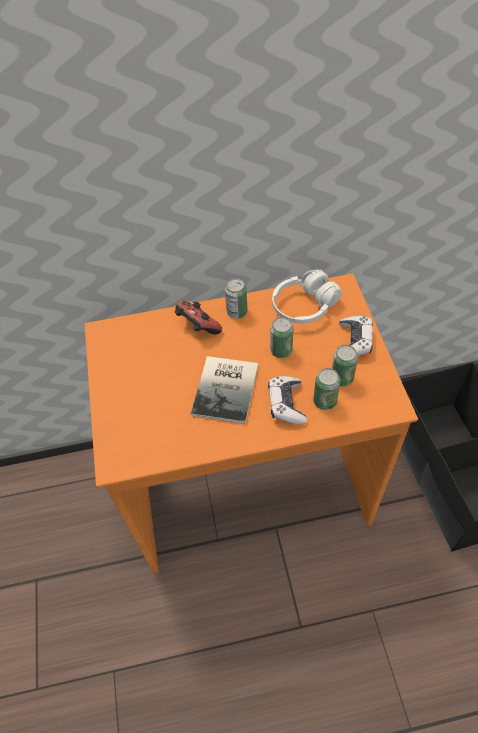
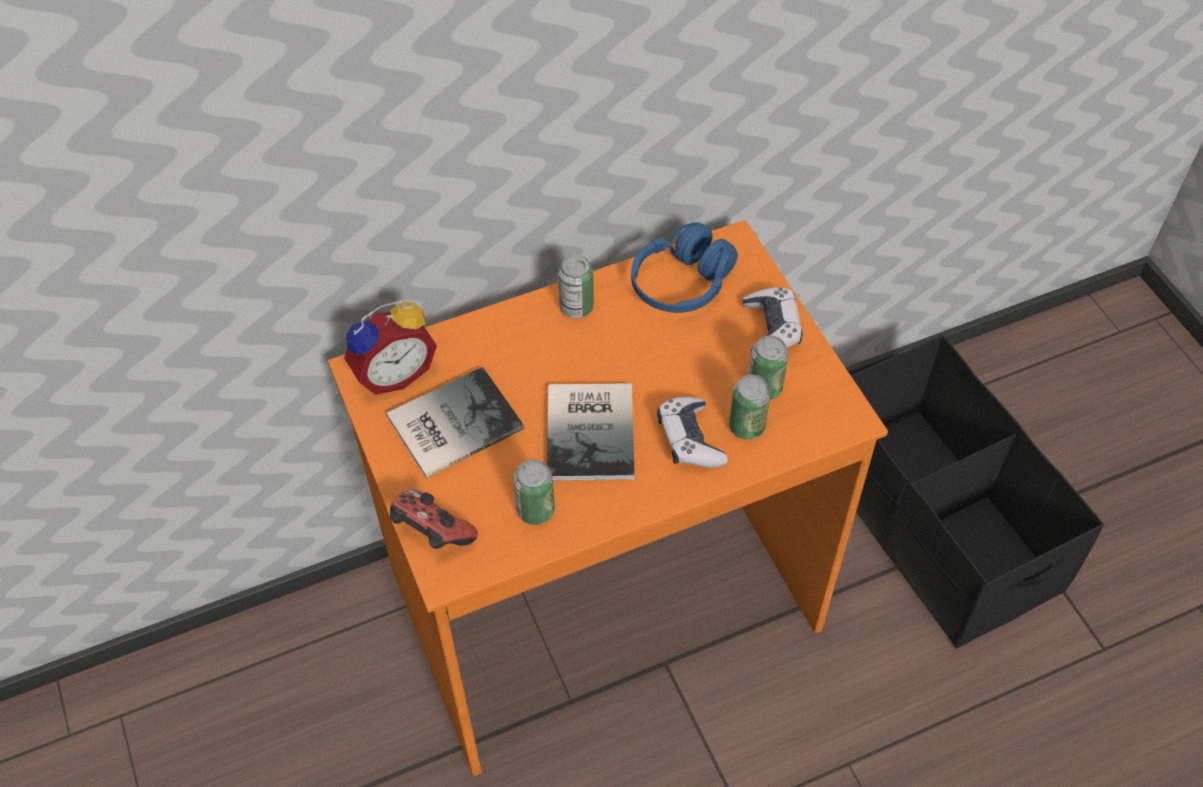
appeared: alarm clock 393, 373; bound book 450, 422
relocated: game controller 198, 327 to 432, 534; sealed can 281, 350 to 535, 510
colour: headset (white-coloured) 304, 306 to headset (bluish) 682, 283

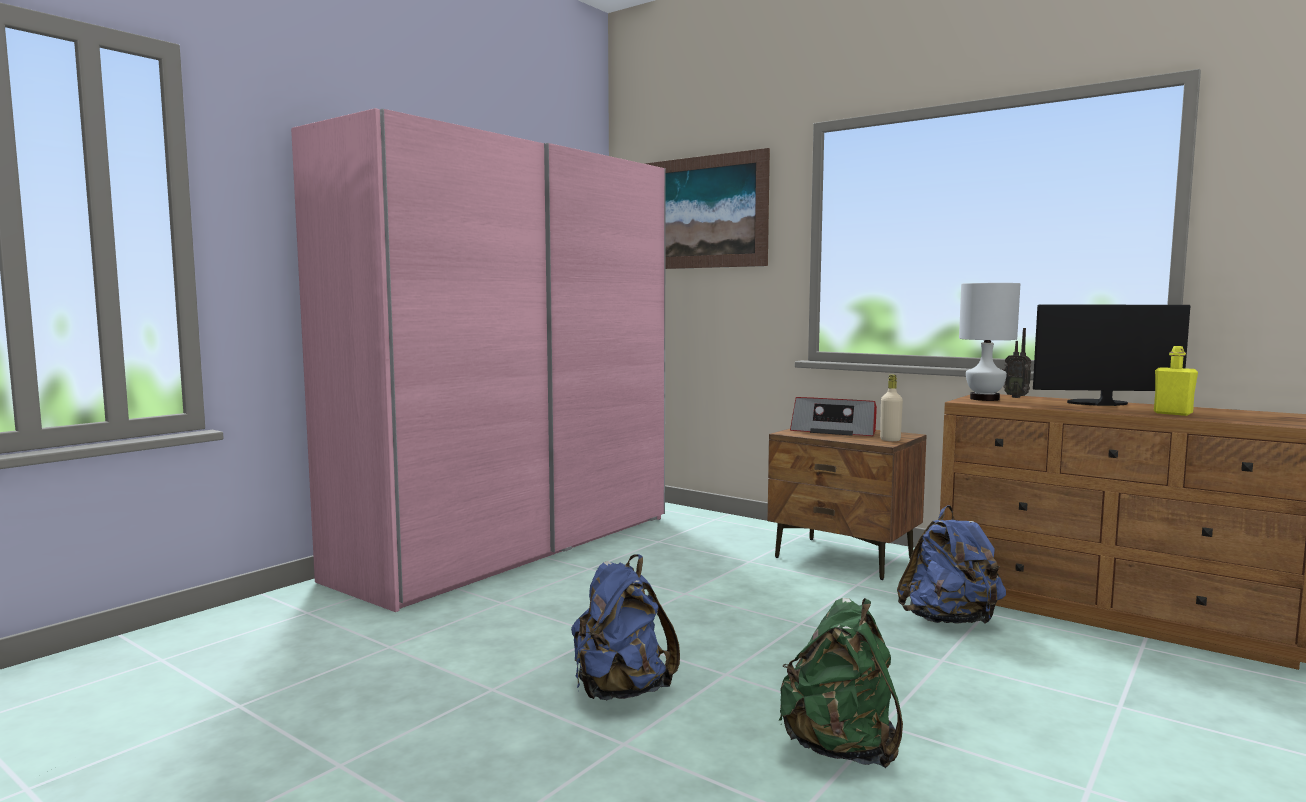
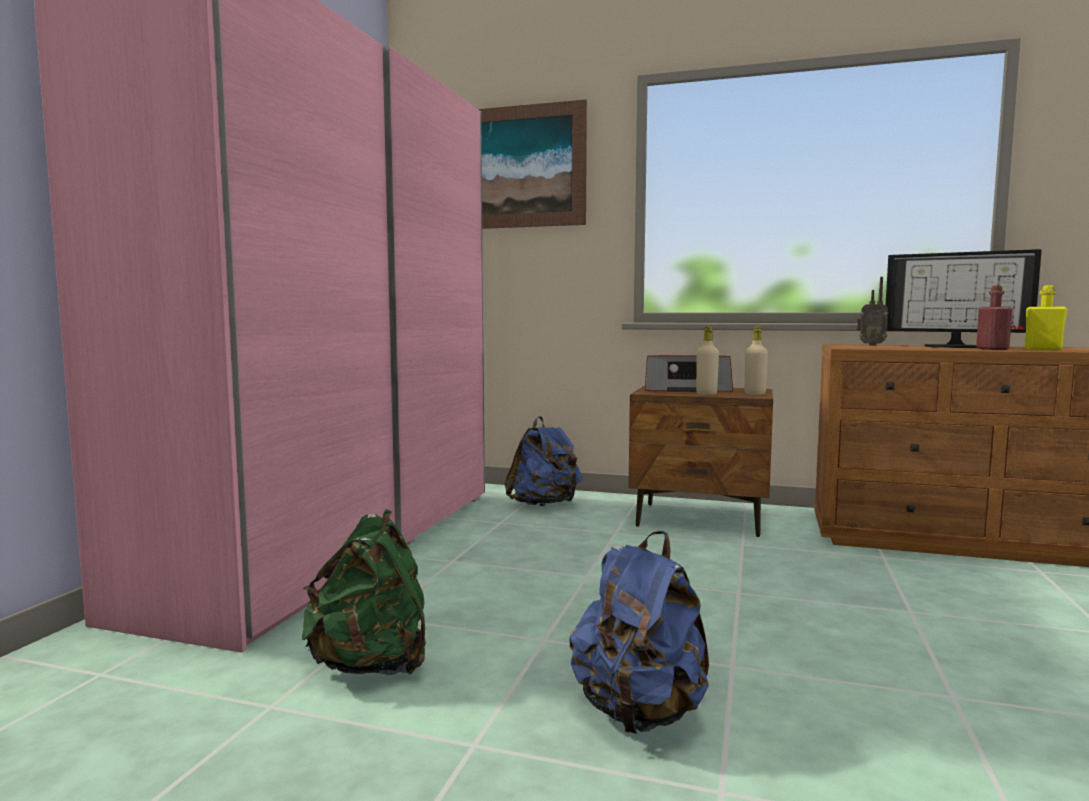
missing: lamp for a table (white-coloured) 984, 399
appeared: drink bottle (reddish) 992, 349; drink bottle (sand-coloured) 706, 394
relocated: backpack (bluish) 950, 621 to 544, 504; backpack (greenish) 841, 749 to 372, 665
spun: monitor 1098, 404 = 956, 346 135 degrees counterclockwise

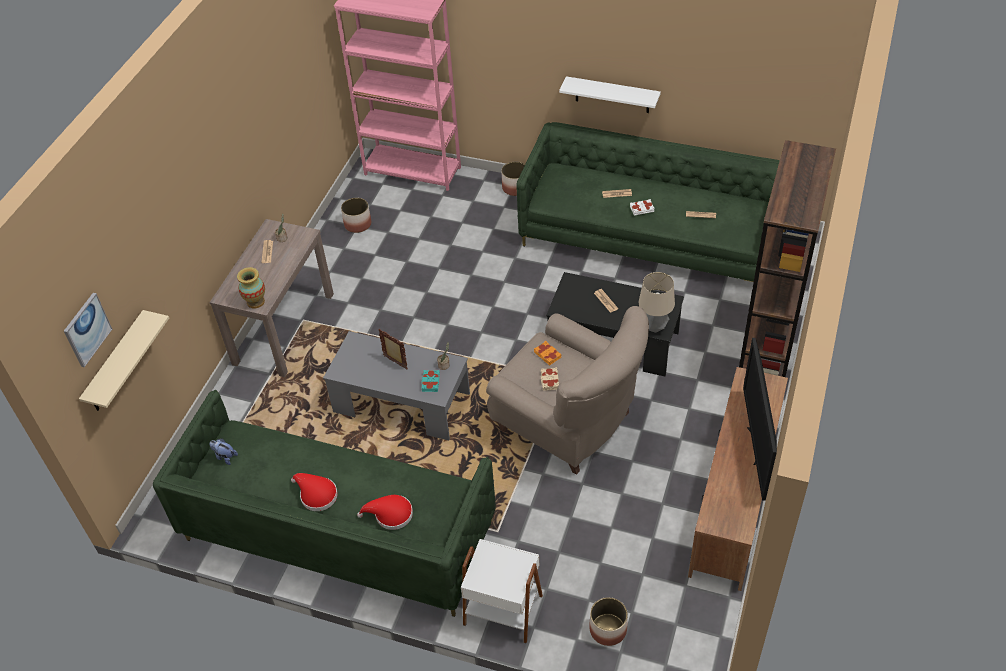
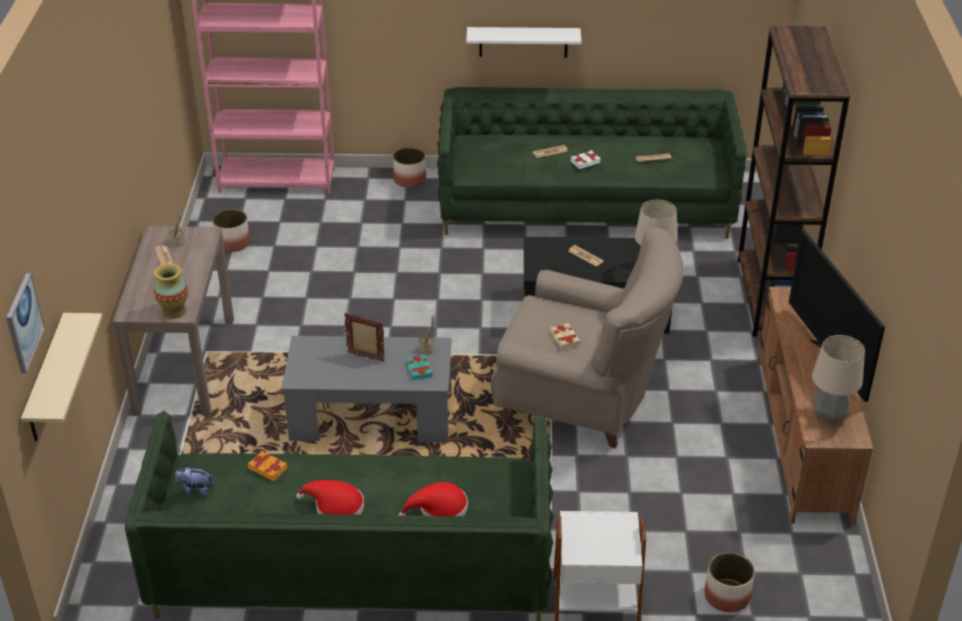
appeared: lamp for a table 829, 416
relocated: bound book (orange-coloured) 547, 354 to 268, 468

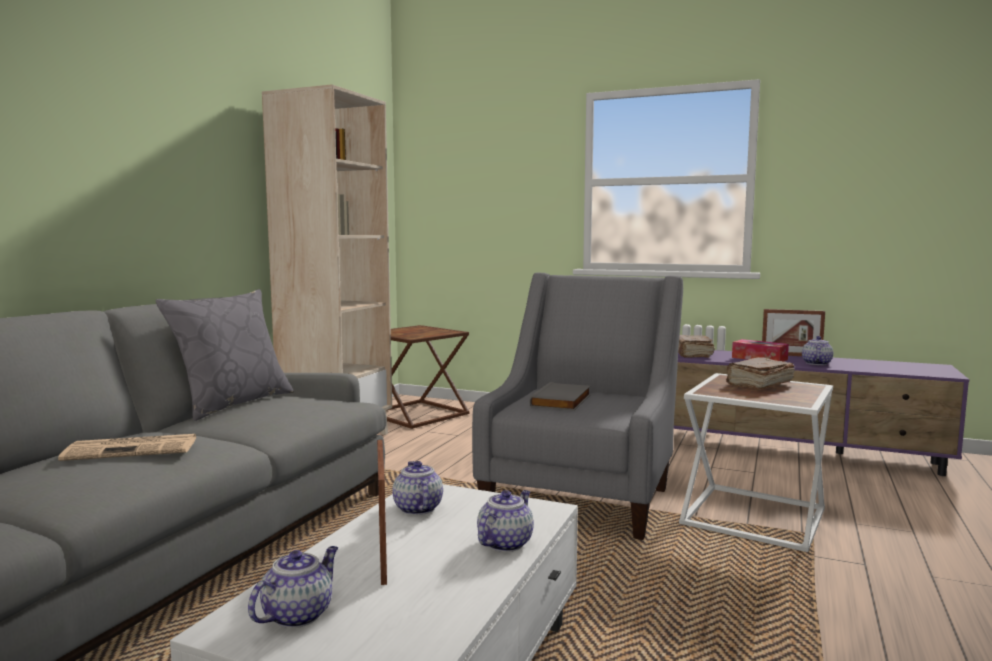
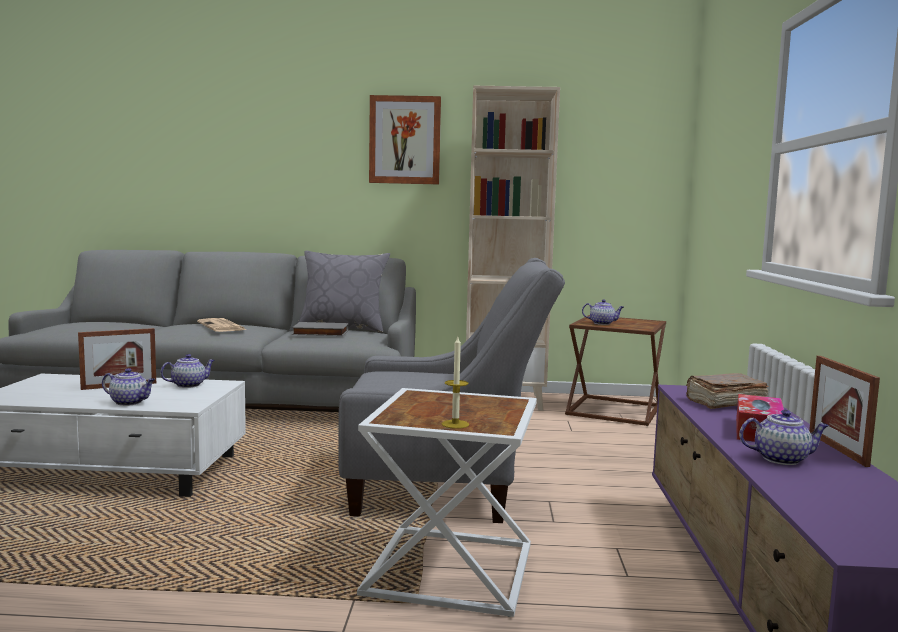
missing: bound book (brownish) 758, 384
appeared: wall art 405, 140; wax candle 455, 424
relocated: bound book (greyish) 562, 401 to 319, 333; teapot 298, 614 to 602, 323

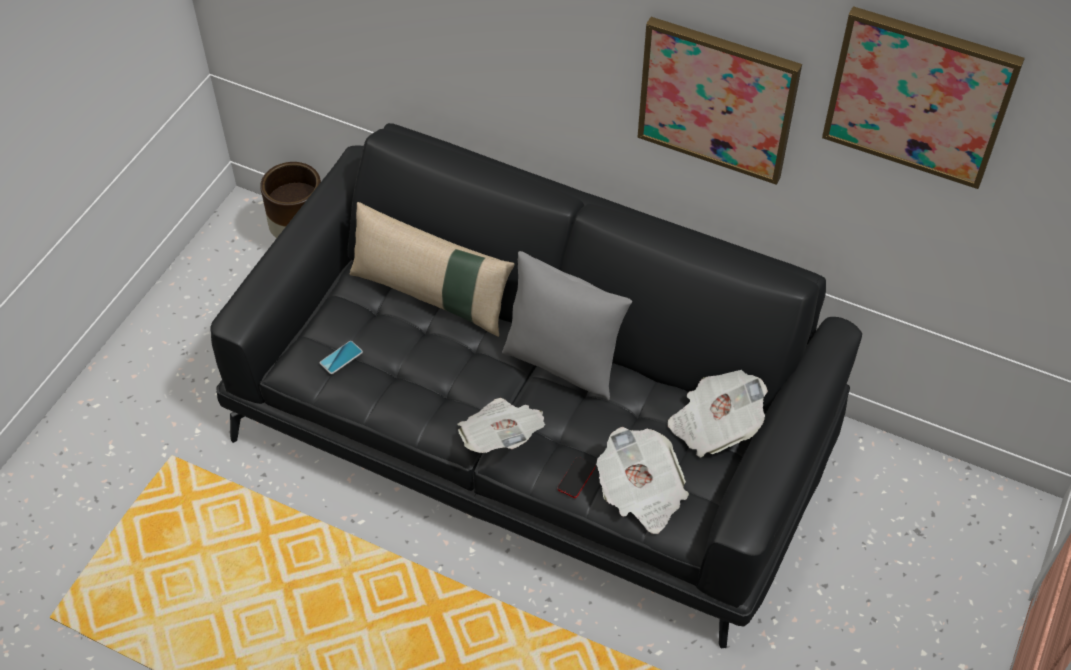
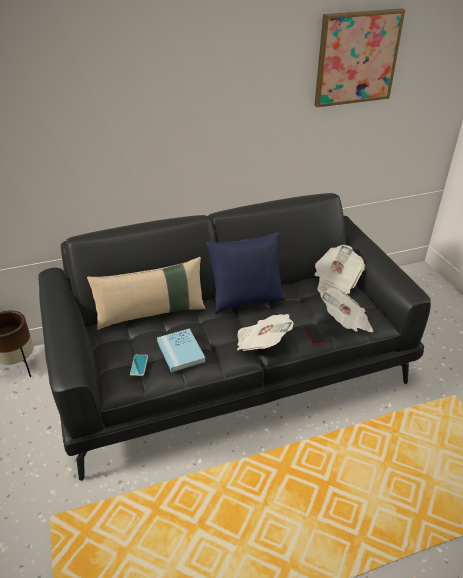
missing: wall art 717, 99
appeared: bound book (bluish) 181, 352
colour: throw pillow (greyish) 563, 362 to throw pillow (bluish) 245, 300

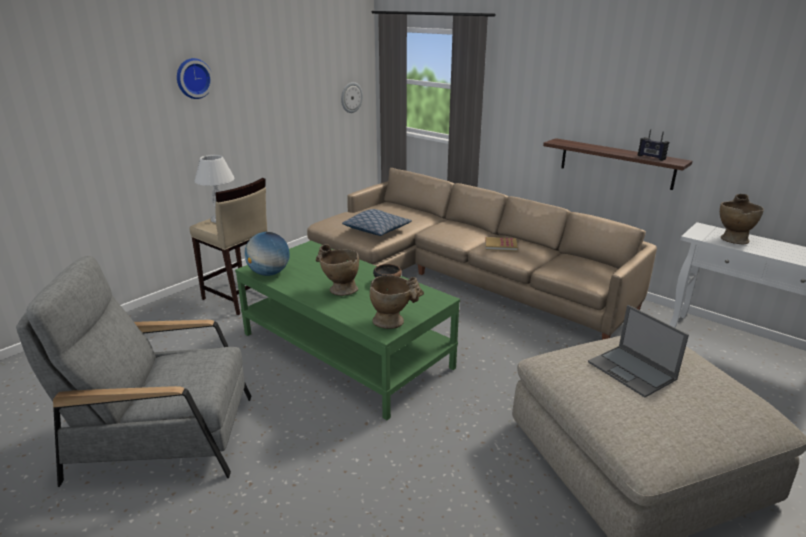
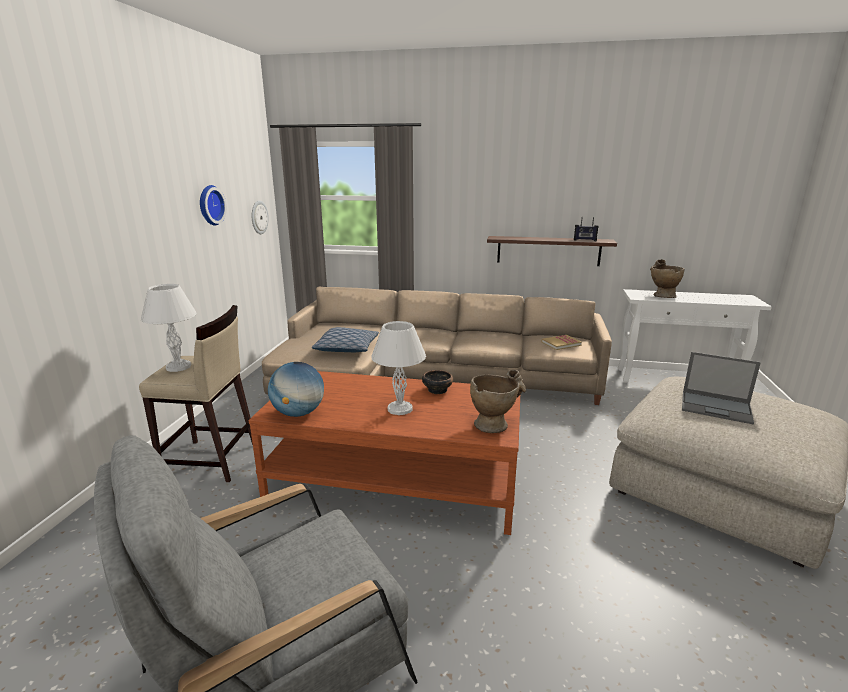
relocated: clock on the wall 193, 78 to 209, 205; bound book 500, 245 to 561, 343
exchanged: decorative vase (sand-coloured) 338, 289 to lamp for a table (white-coloured) 399, 409
colour: low table (greenish) 345, 350 to low table (brownish) 396, 480

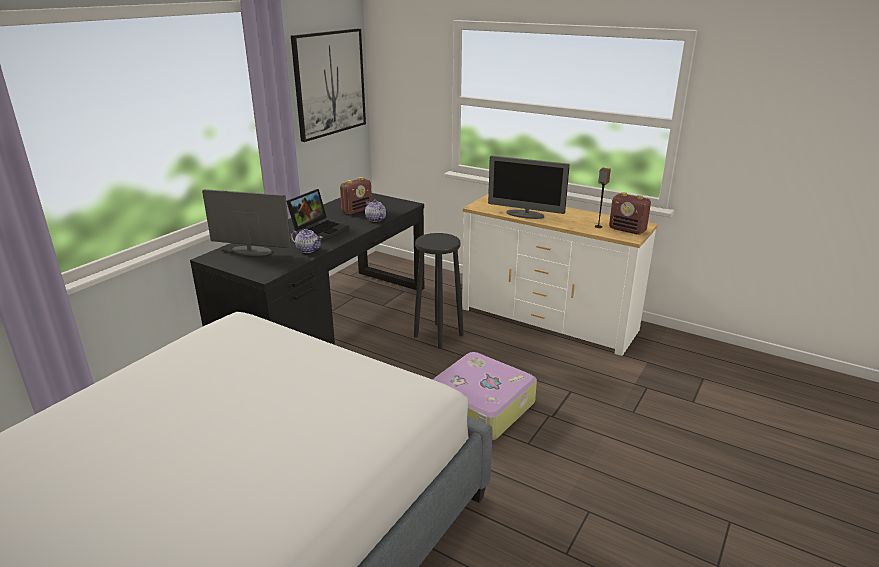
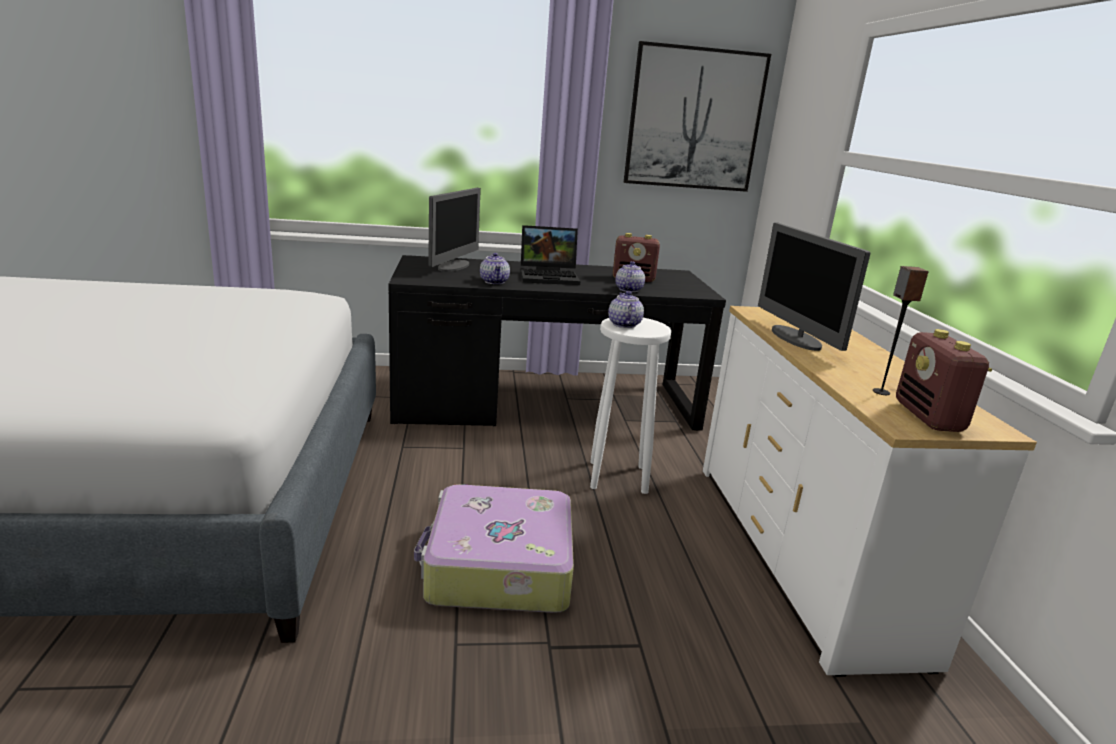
appeared: teapot 623, 324
colour: sitting stool (black) 438, 336 to sitting stool (white-coloured) 617, 476
spun: monitor 251, 251 = 454, 266 45 degrees clockwise

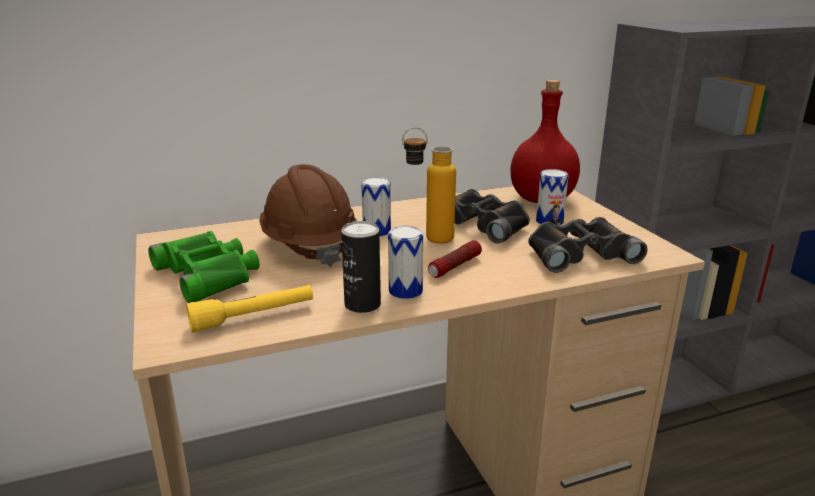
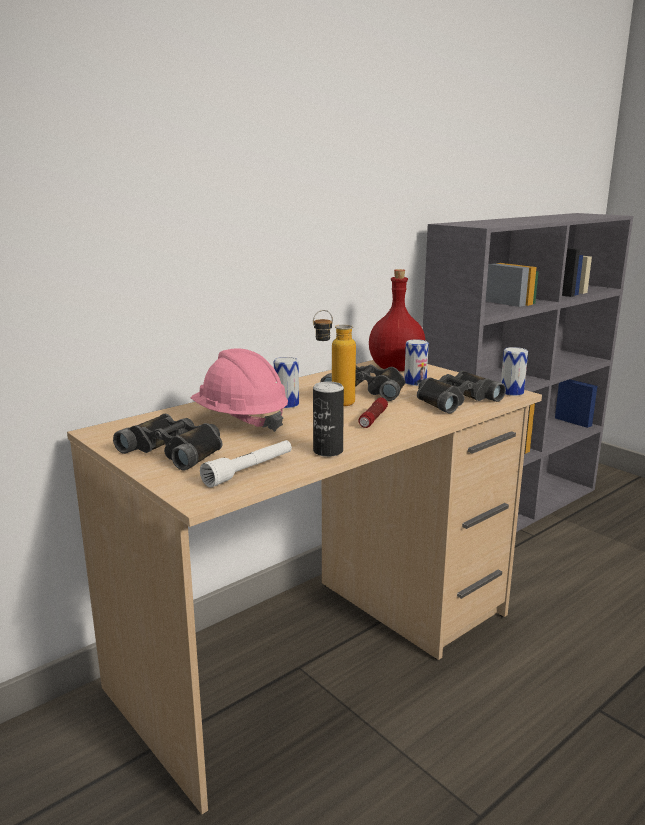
relocated: sealed can 405, 291 to 512, 392
colour: safety helmet (brownish) 309, 246 to safety helmet (pink) 240, 420; pair of binoculars (greenish) 208, 274 to pair of binoculars (black) 175, 450; torch (yellowish) 253, 317 to torch (white-coloured) 249, 471

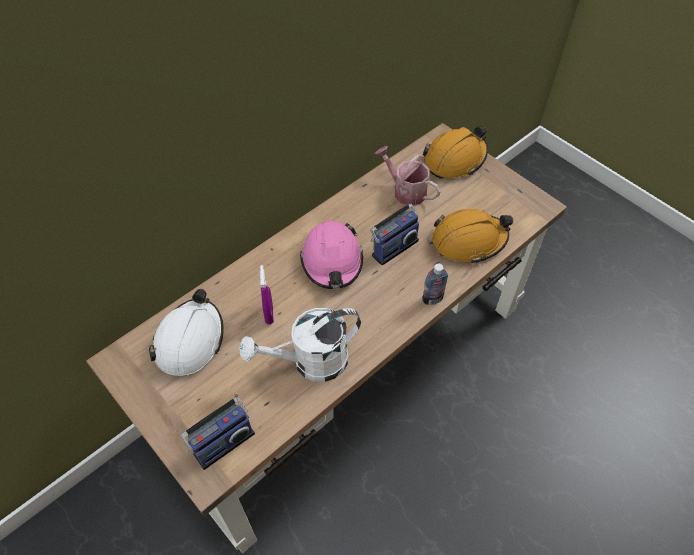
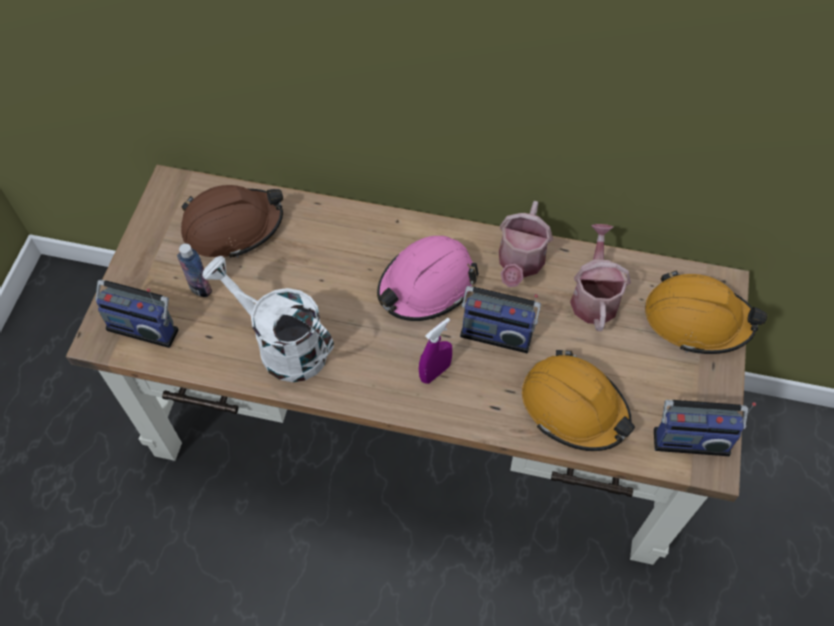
appeared: watering can 519, 264; radio set 690, 438
relocated: drink bottle 432, 299 to 200, 288; sprayer (purple) 269, 314 to 435, 372
colour: safety helmet (white-coloured) 189, 341 to safety helmet (brownish) 233, 227

